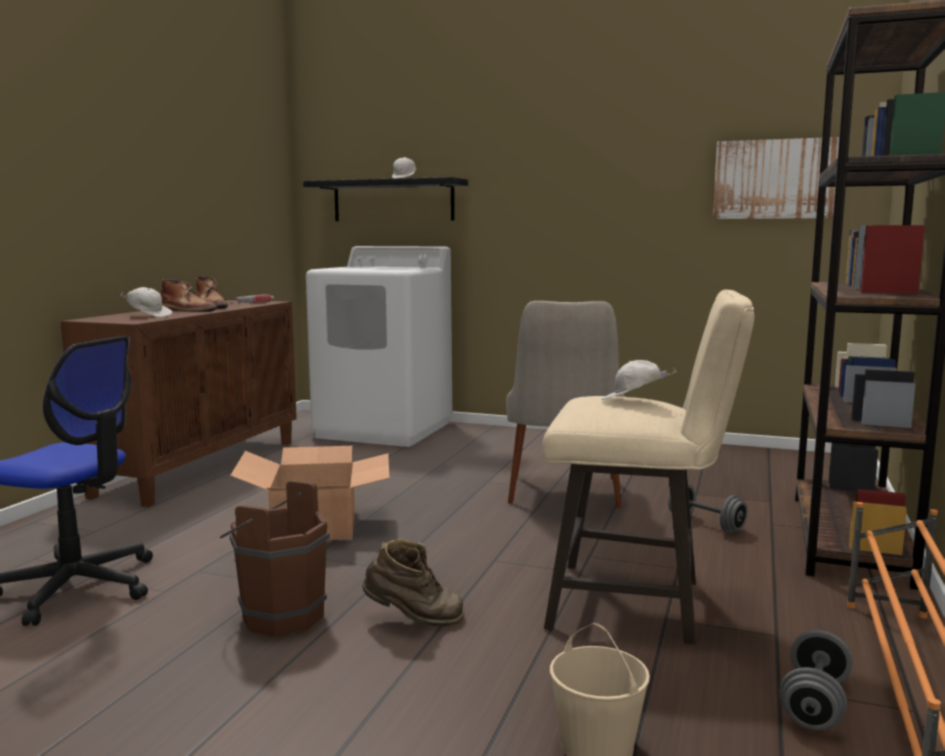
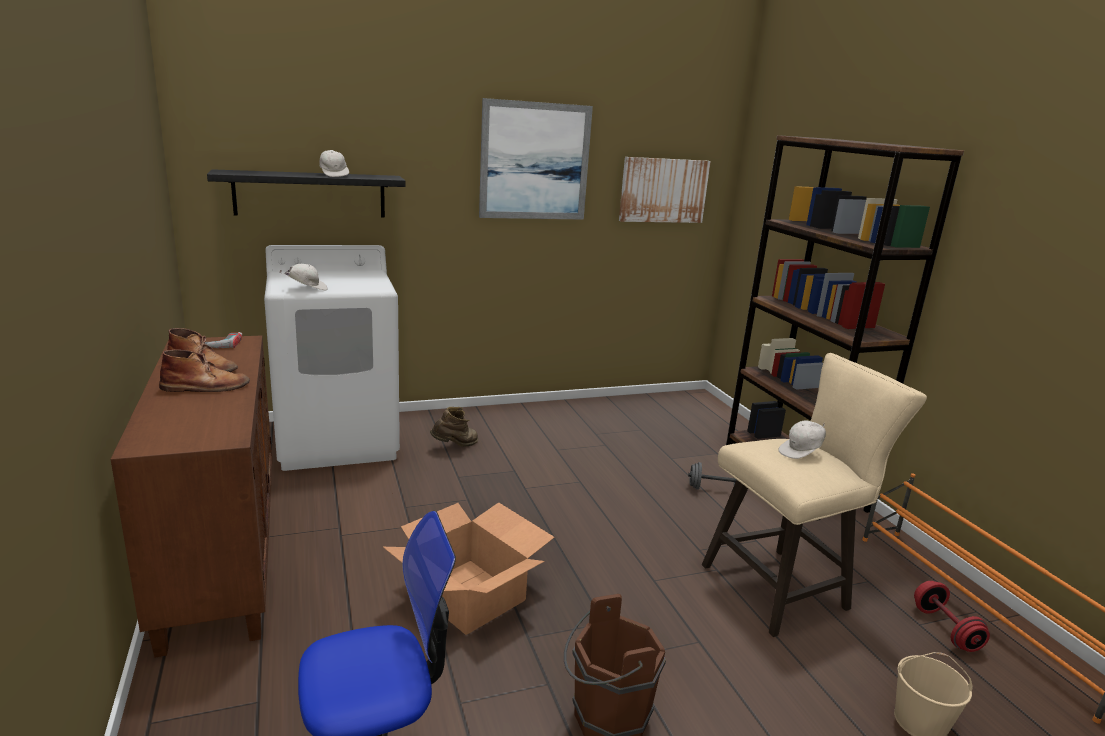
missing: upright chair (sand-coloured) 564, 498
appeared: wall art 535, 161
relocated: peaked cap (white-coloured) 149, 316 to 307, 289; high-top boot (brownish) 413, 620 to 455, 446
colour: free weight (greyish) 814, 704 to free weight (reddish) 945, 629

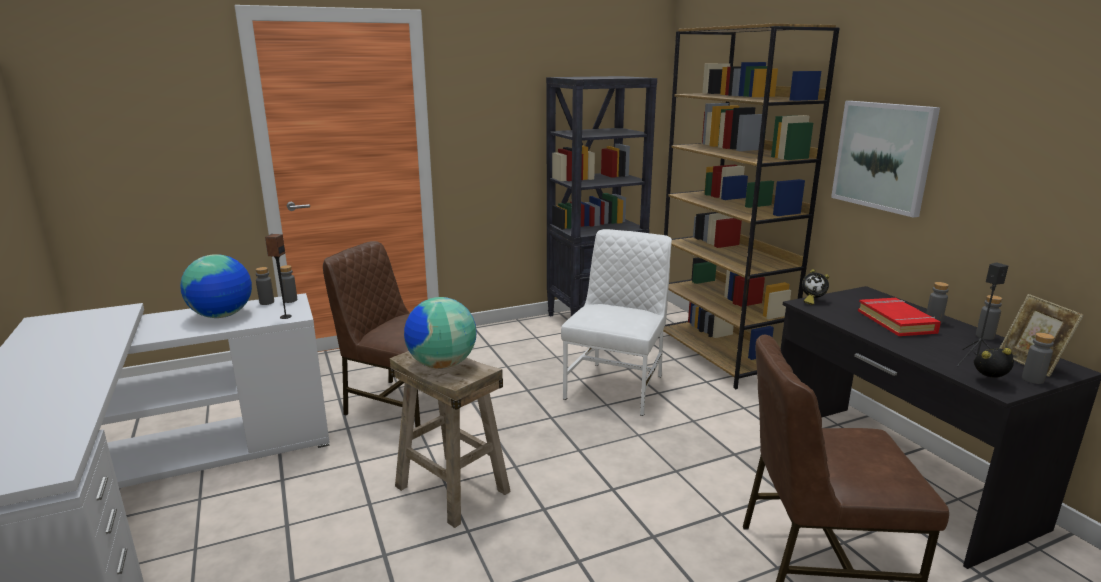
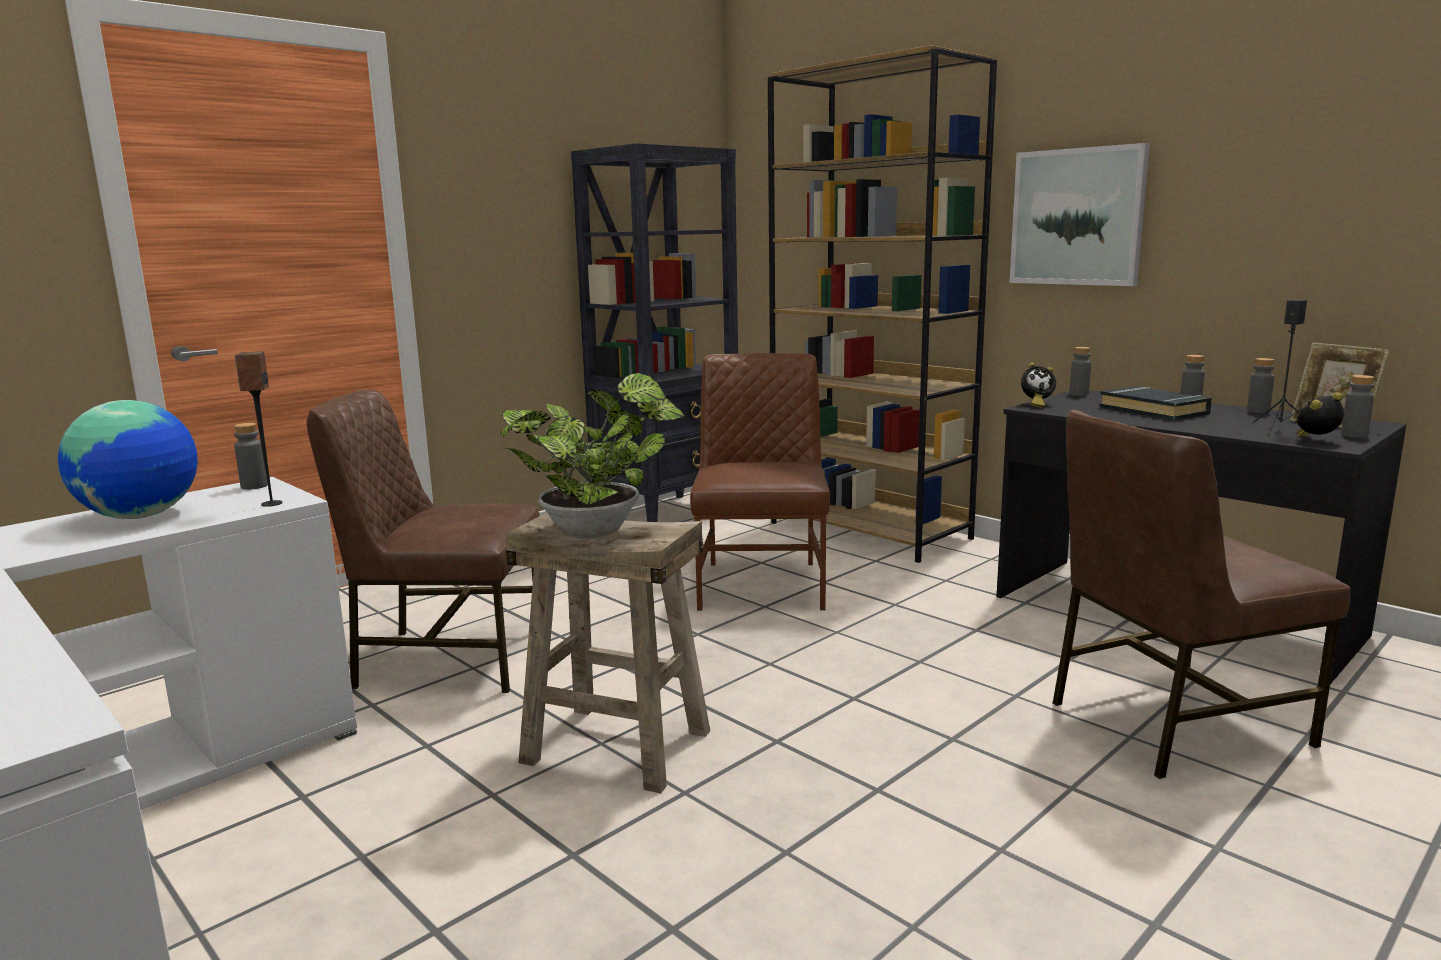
relocated: drink bottle (greyish) 266, 302 to 1078, 394
exchanged: globe 441, 365 to houseplant 598, 531
colour: upright chair (white-coloured) 617, 386 to upright chair (brownish) 762, 584; bound book (reddish) 897, 322 to bound book (black) 1154, 410

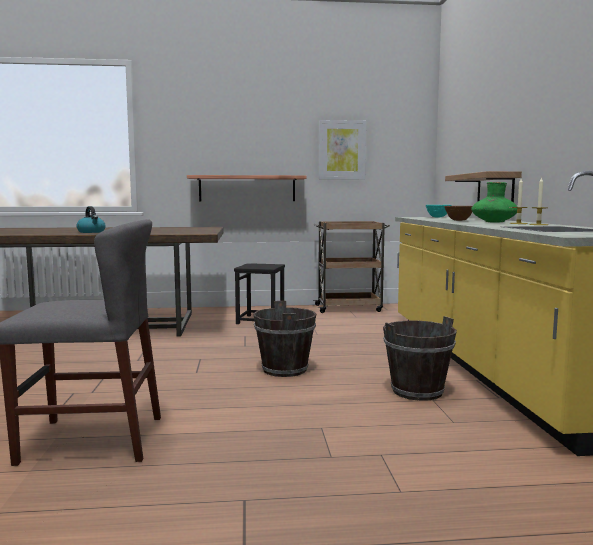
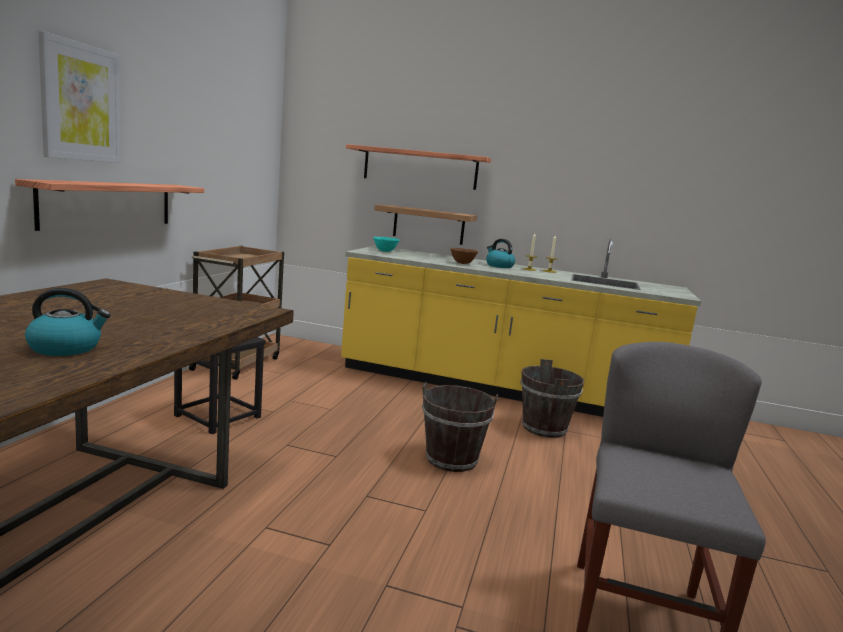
appeared: shelf 420, 168
relocated: wall art 342, 150 to 81, 102
exchanged: decorative vase (greenish) 493, 222 to water kettle 499, 266

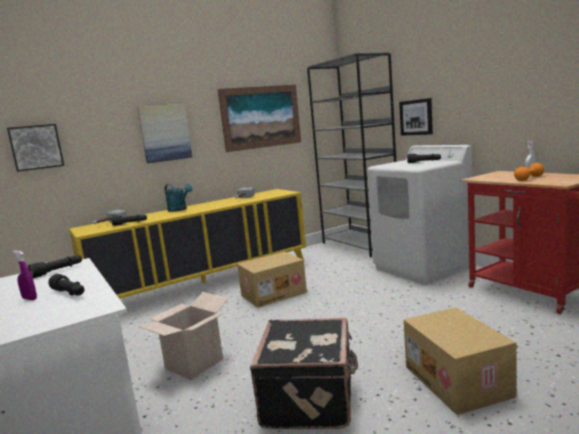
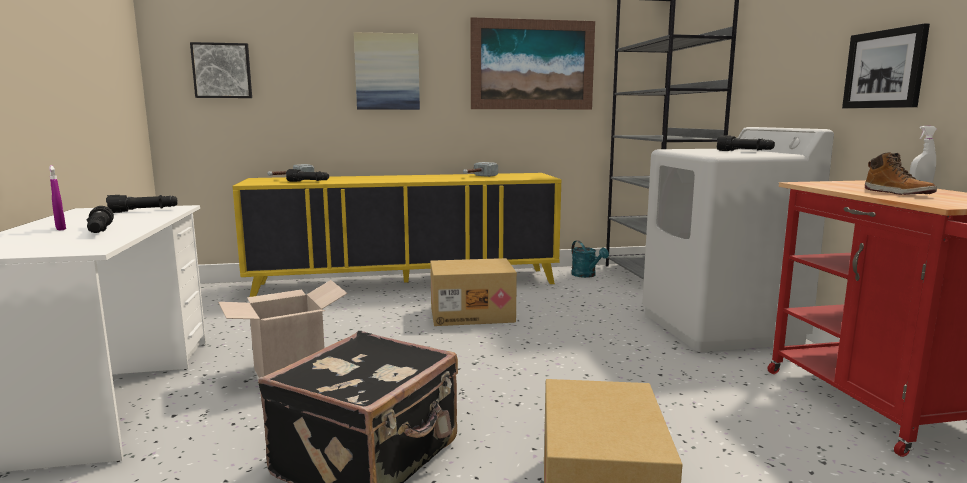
relocated: wall art 416, 117 to 885, 69; watering can (turquoise) 179, 210 to 586, 275
exchanged: free weight (orange-coloured) 529, 178 to high-top boot 898, 193

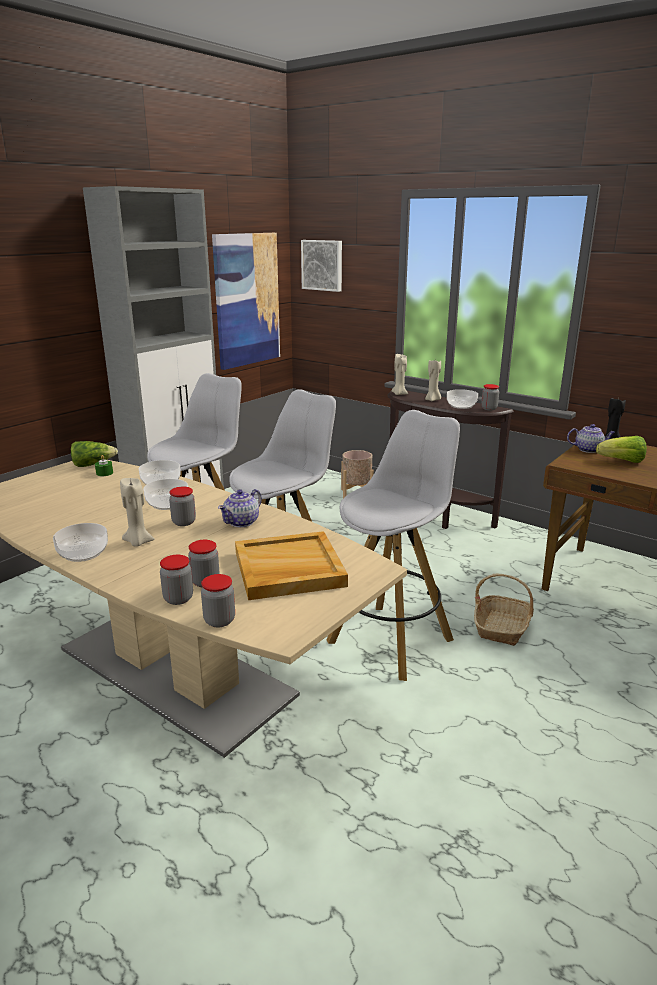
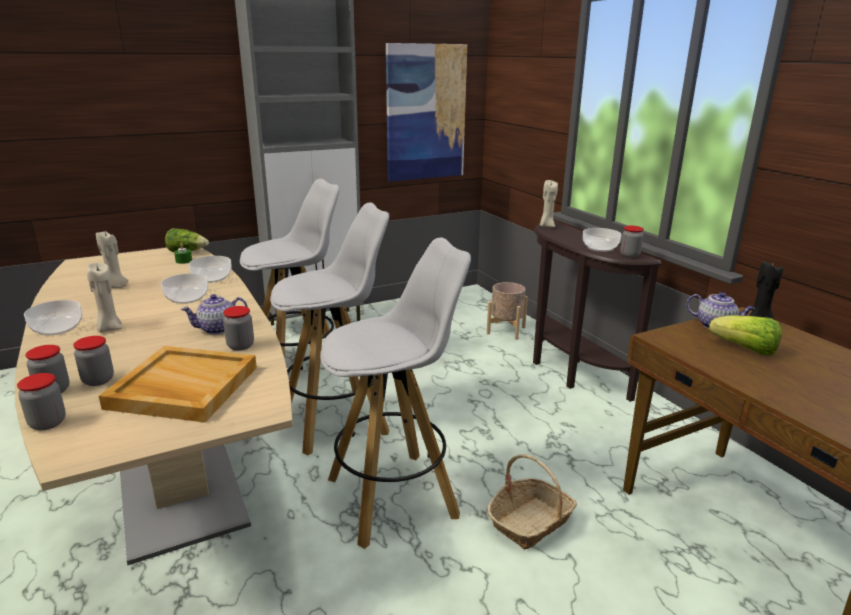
missing: wall art 322, 265
relocated: wax candle (sand-coloured) 433, 400 to 116, 287; preserve jar 184, 522 to 240, 346

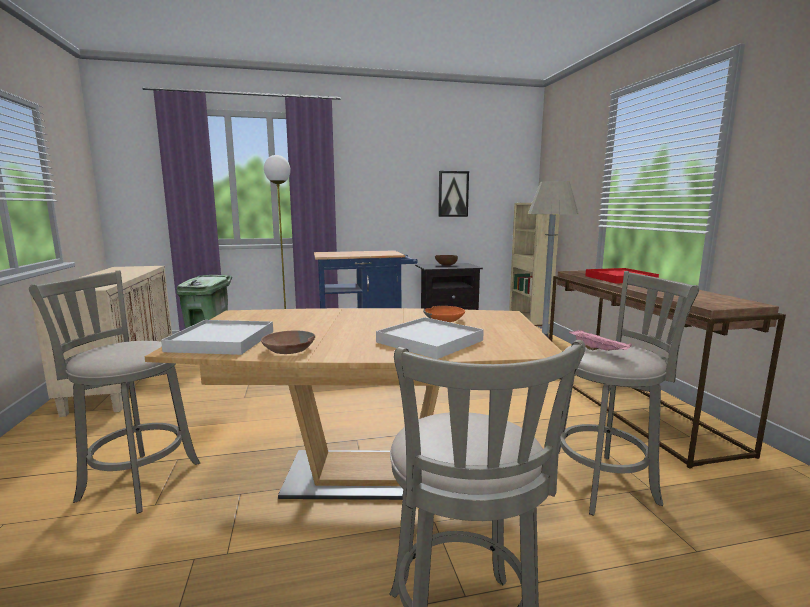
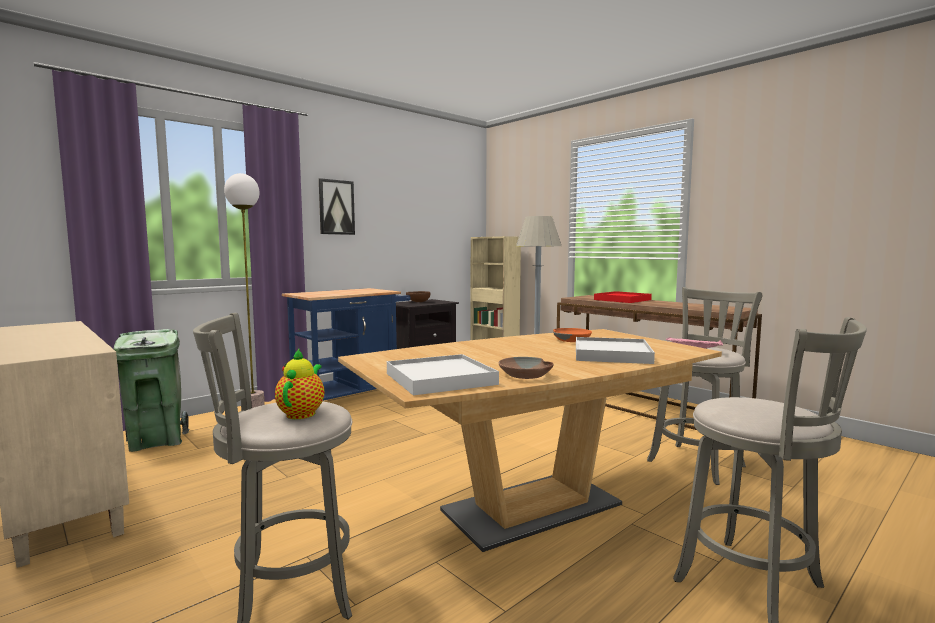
appeared: teapot 302, 413
relocated: wall art 453, 194 to 336, 207

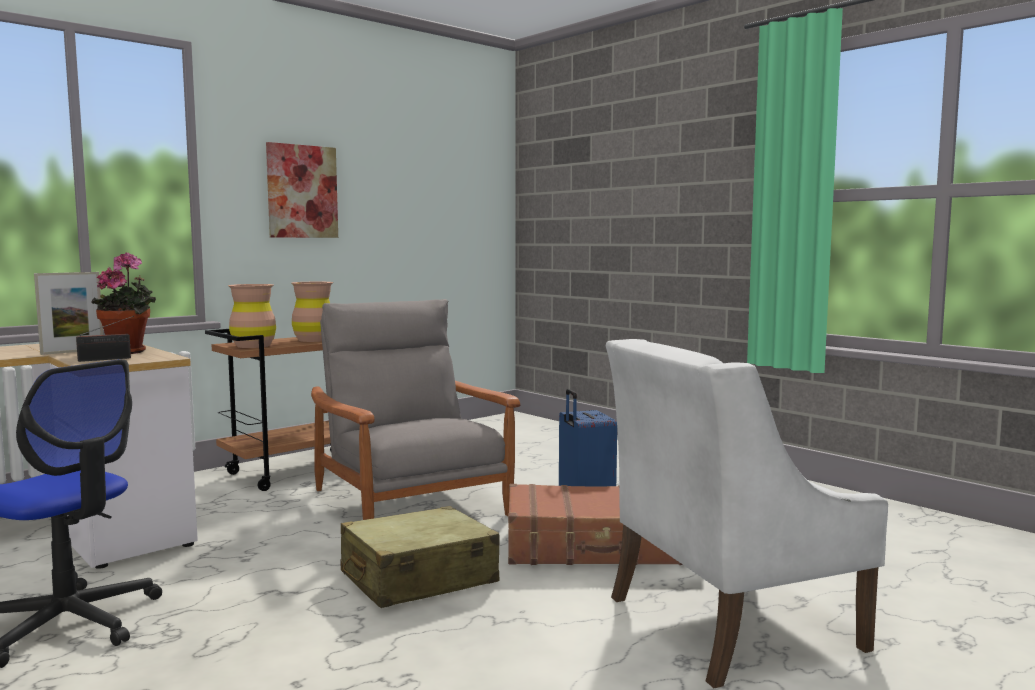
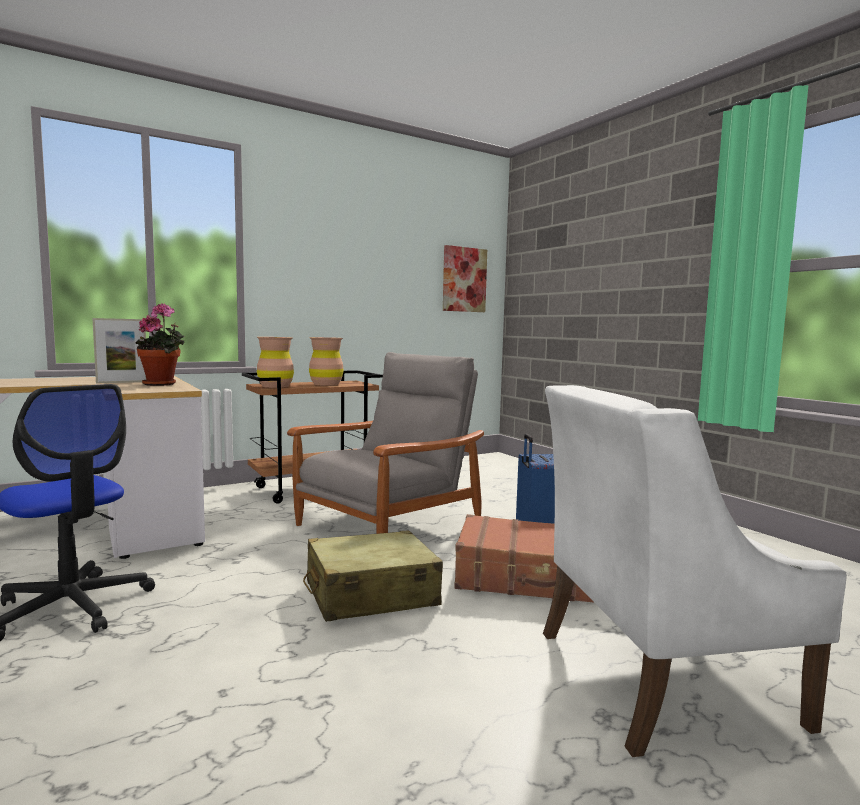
missing: radio set 107, 359
relocated: wall art 302, 191 to 464, 279
spun: lounge chair (greyish) 410, 503 = 388, 523 60 degrees clockwise

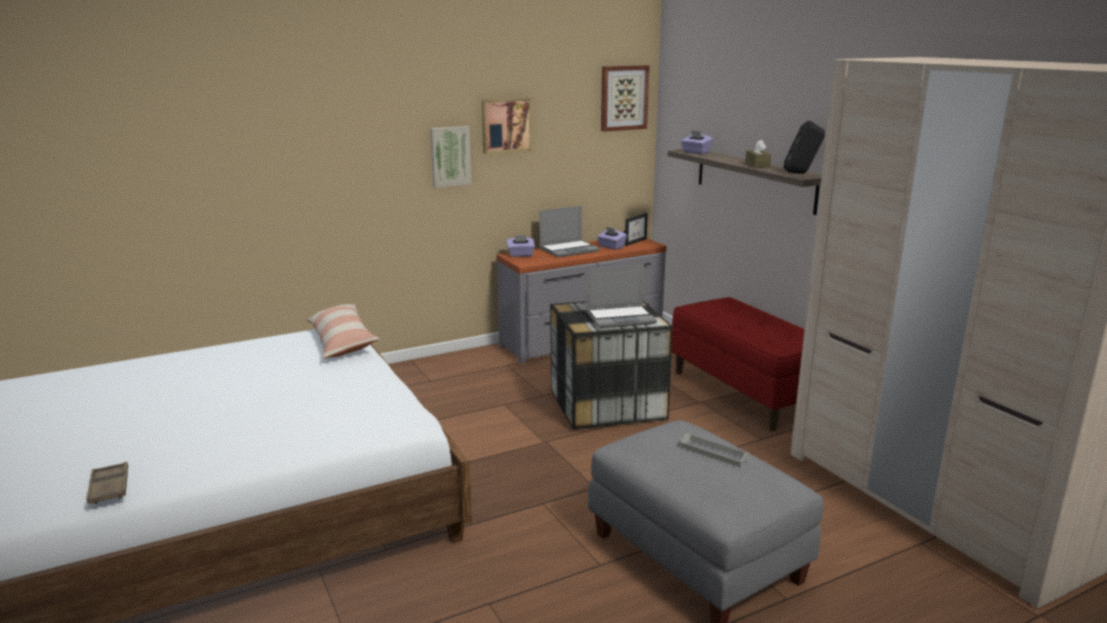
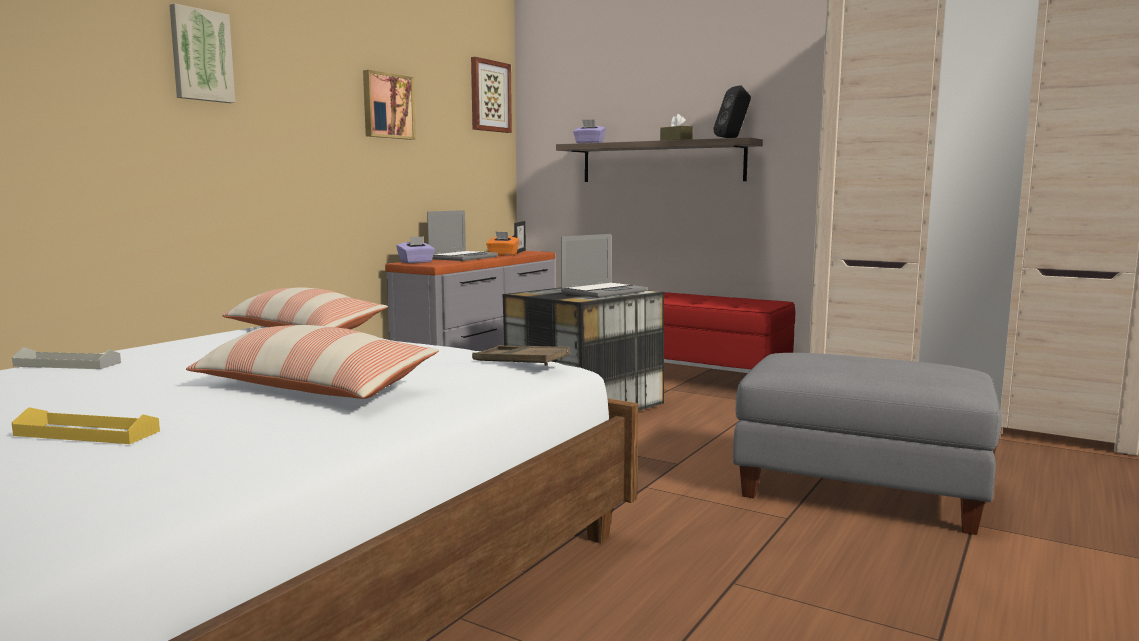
appeared: throw pillow 312, 388; carrying tray (yellowish) 87, 433
relocated: wall art 450, 156 to 201, 55; carrying tray (greyish) 714, 453 to 67, 364; carrying tray (brownish) 109, 488 to 520, 362
colour: box of tissues (purple) 611, 247 to box of tissues (orange-coloured) 502, 254

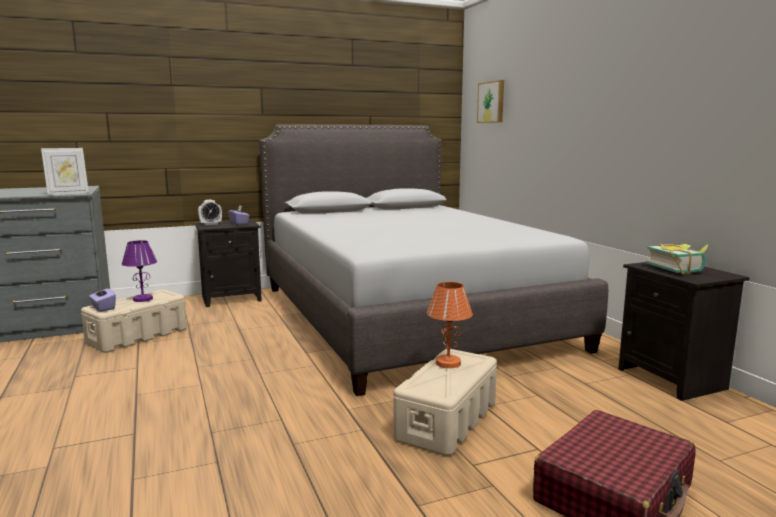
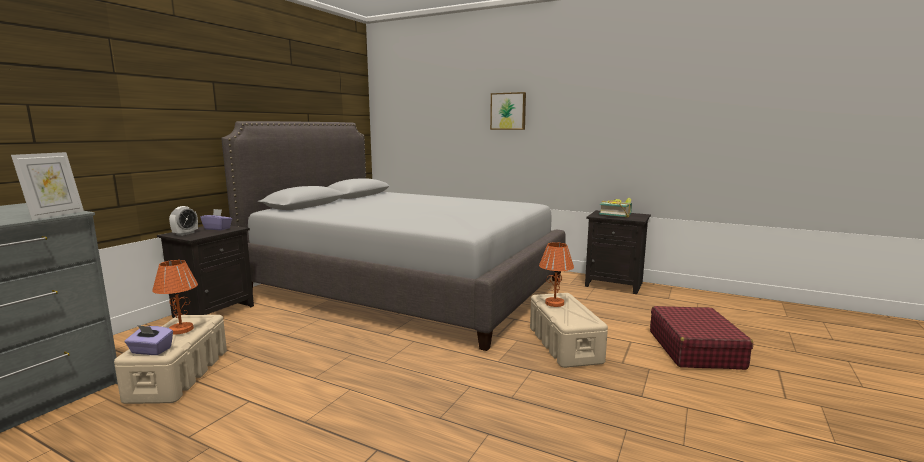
relocated: wall art 492, 102 to 508, 111
colour: lamp for a table (purple) 143, 299 to lamp for a table (orange-coloured) 181, 329

